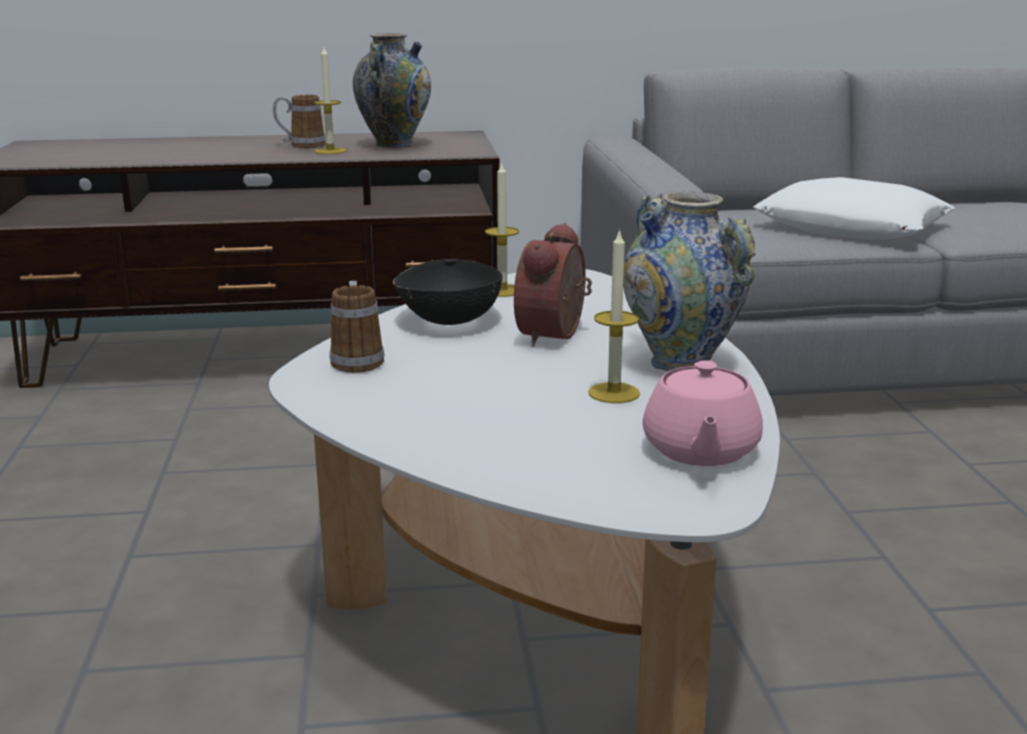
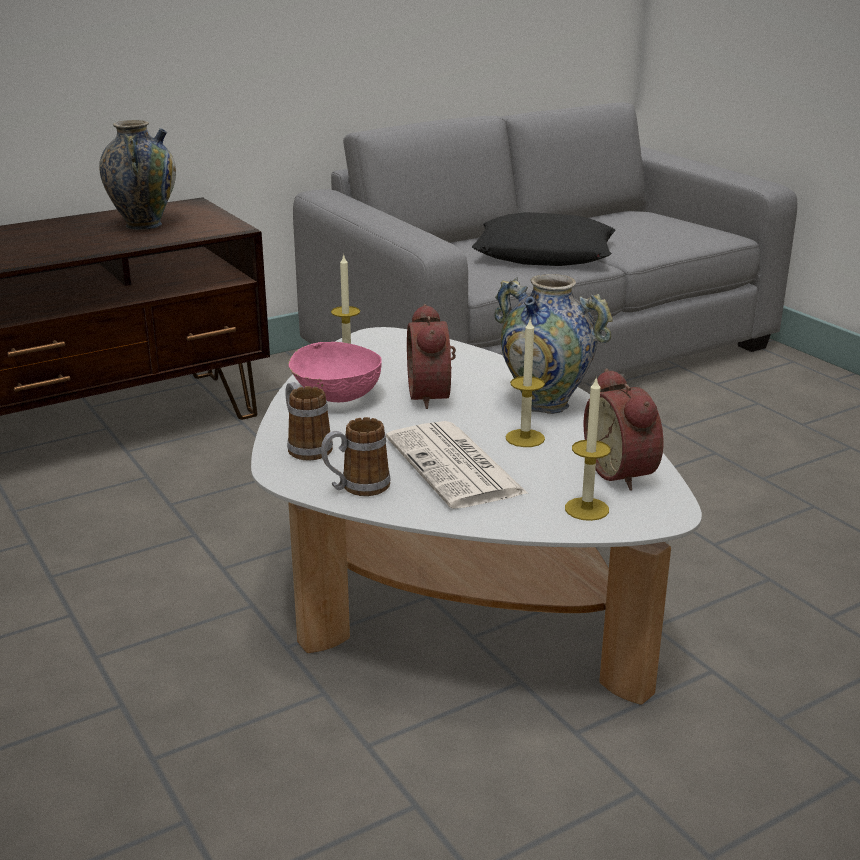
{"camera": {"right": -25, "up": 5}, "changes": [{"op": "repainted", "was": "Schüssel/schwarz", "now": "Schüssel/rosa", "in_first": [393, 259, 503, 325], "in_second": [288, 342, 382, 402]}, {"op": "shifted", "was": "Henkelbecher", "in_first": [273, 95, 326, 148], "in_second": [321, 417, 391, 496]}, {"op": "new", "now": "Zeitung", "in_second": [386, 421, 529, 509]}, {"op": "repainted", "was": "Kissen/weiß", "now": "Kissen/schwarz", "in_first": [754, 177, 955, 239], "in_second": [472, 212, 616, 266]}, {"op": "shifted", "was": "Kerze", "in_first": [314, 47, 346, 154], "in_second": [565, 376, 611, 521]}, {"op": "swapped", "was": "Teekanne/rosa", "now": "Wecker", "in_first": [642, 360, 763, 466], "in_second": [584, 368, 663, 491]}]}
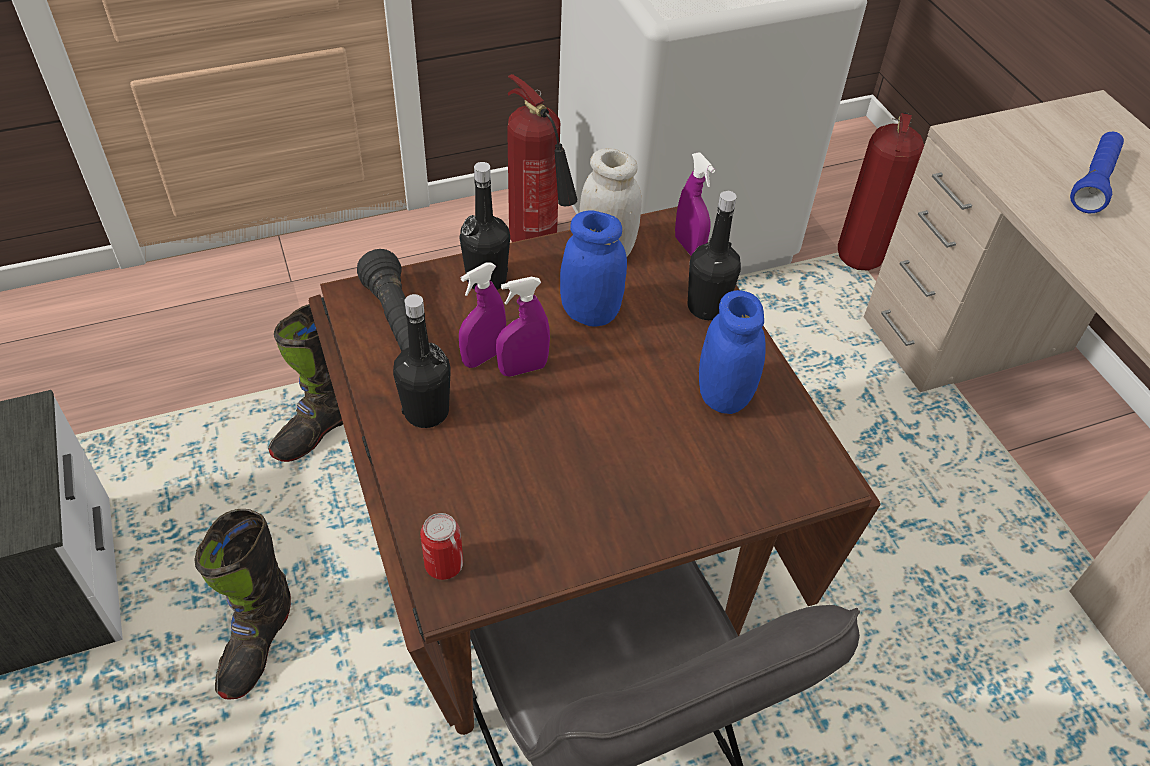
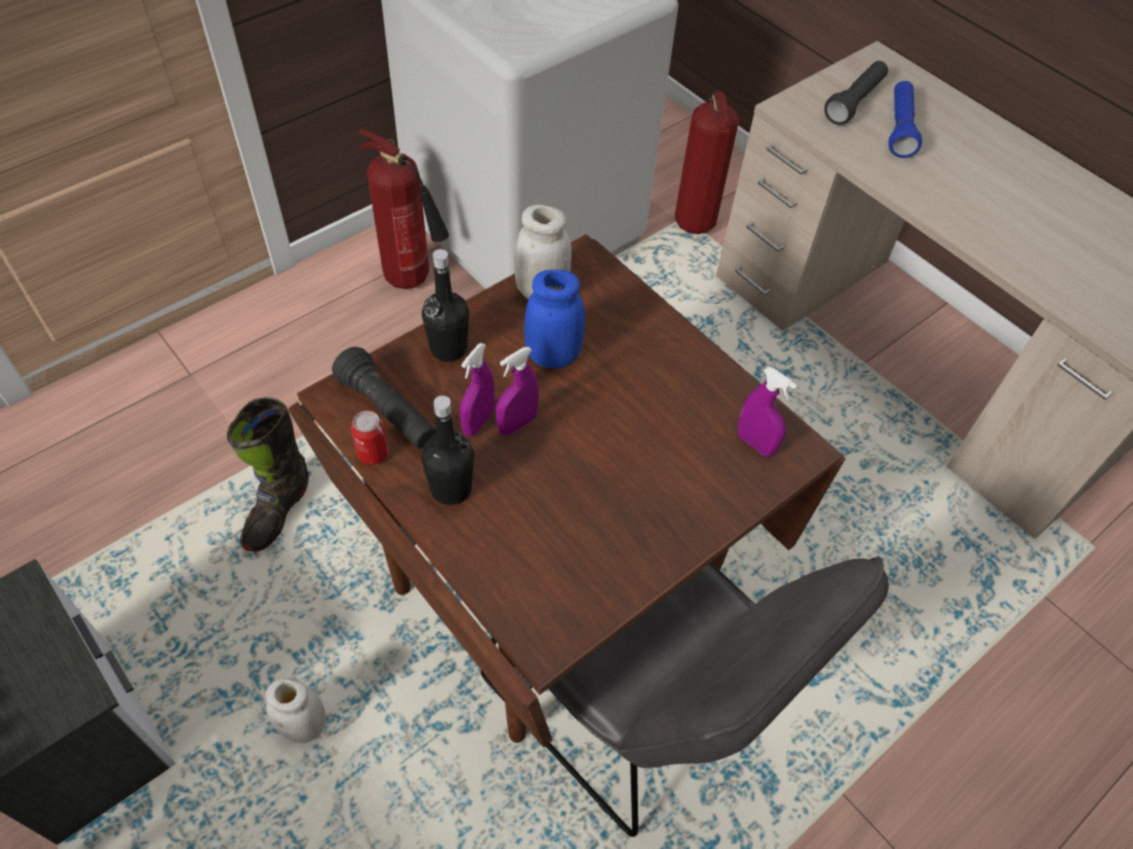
{"camera": {"right": -20, "up": 5}, "changes": [{"op": "swapped", "was": "Stiefel/schwarz", "now": "Vorratsglas/weiß", "in_first": [195, 509, 291, 700], "in_second": [266, 678, 326, 743]}, {"op": "shifted", "was": "Dose", "in_first": [420, 513, 463, 580], "in_second": [351, 411, 388, 465]}, {"op": "shifted", "was": "Sprühflasche/lila", "in_first": [675, 153, 715, 256], "in_second": [737, 367, 797, 456]}, {"op": "new", "now": "Taschenlampe/schwarz", "in_second": [824, 61, 888, 125]}, {"op": "gone", "was": "Flasche/schwarz", "in_first": [688, 191, 741, 320]}, {"op": "gone", "was": "Vorratsglas/blau", "in_first": [699, 290, 766, 414]}]}
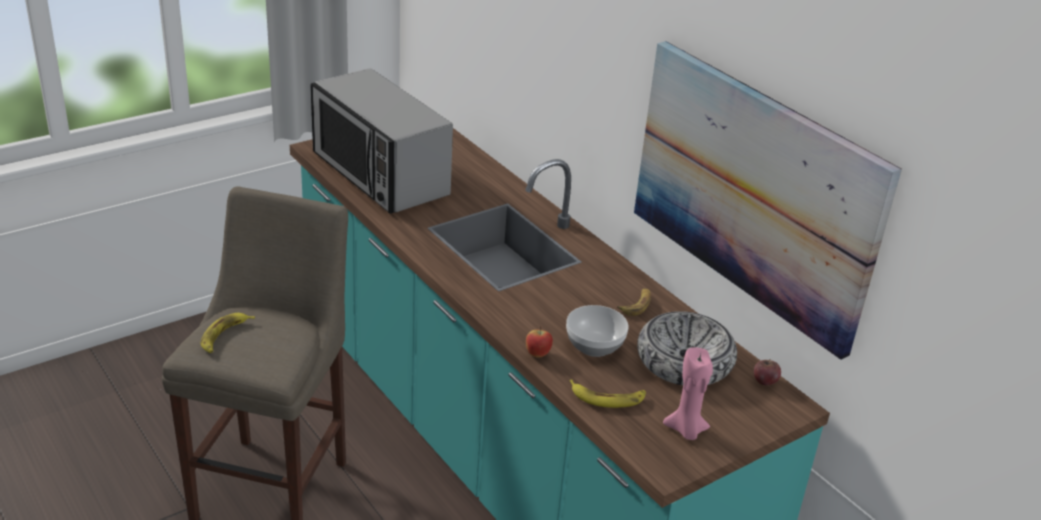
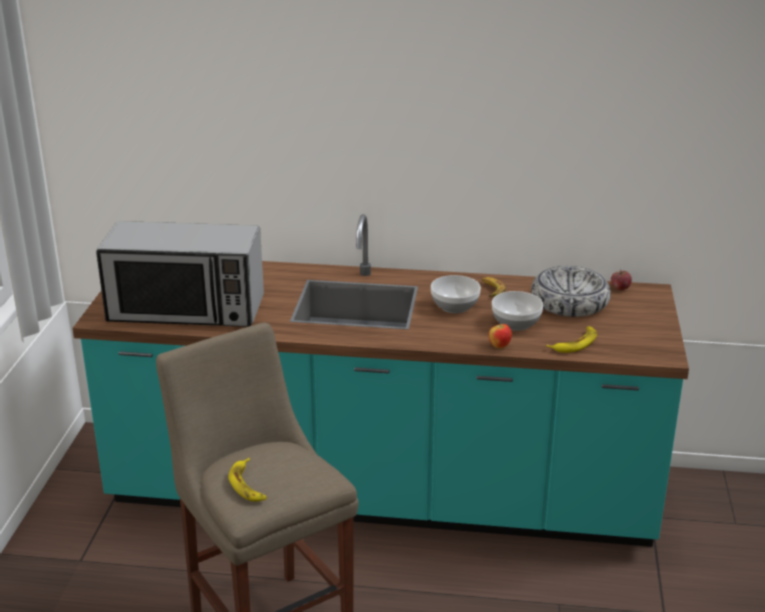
{"camera": {"right": -45, "up": -5}, "changes": [{"op": "new", "now": "Schüssel", "in_second": [431, 275, 481, 313]}, {"op": "gone", "was": "Bild", "in_first": [634, 41, 902, 360]}, {"op": "gone", "was": "Kerze/rosa", "in_first": [663, 347, 713, 440]}]}
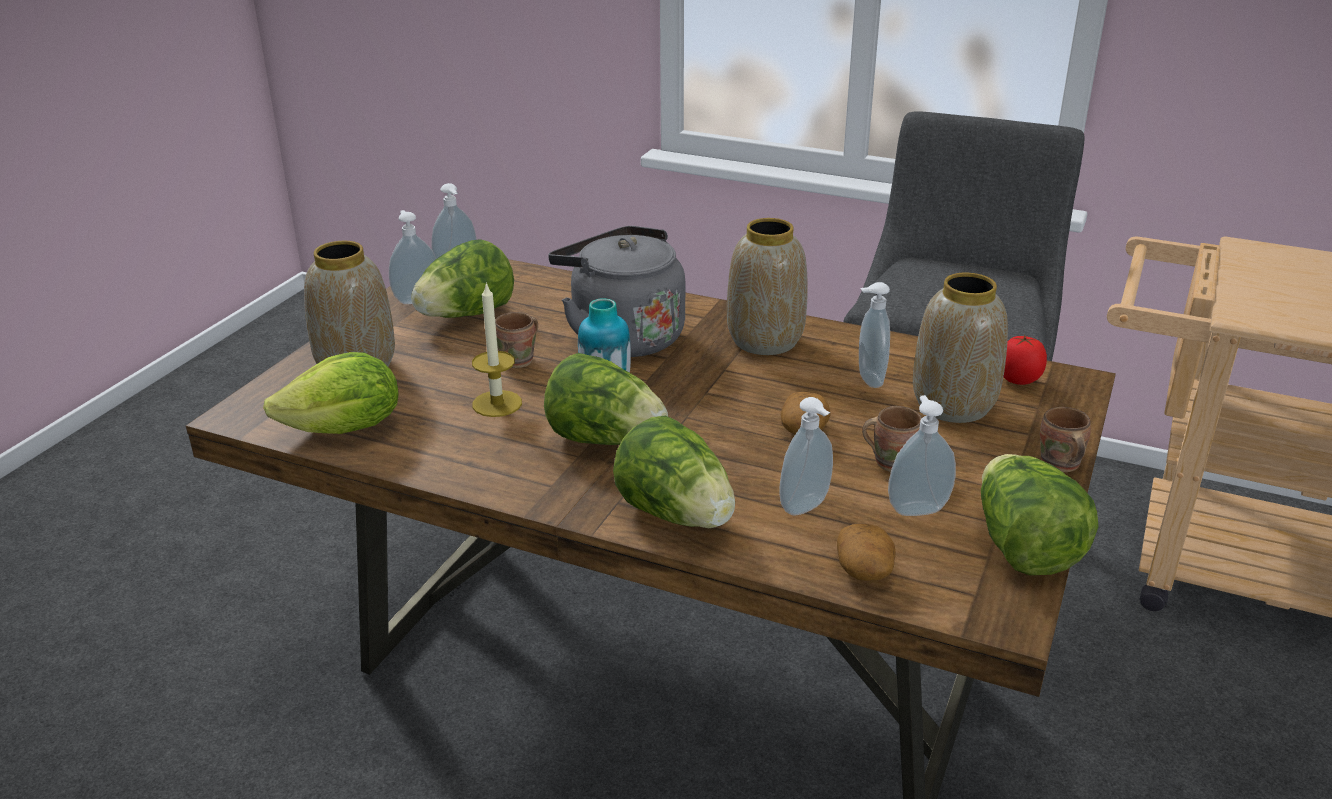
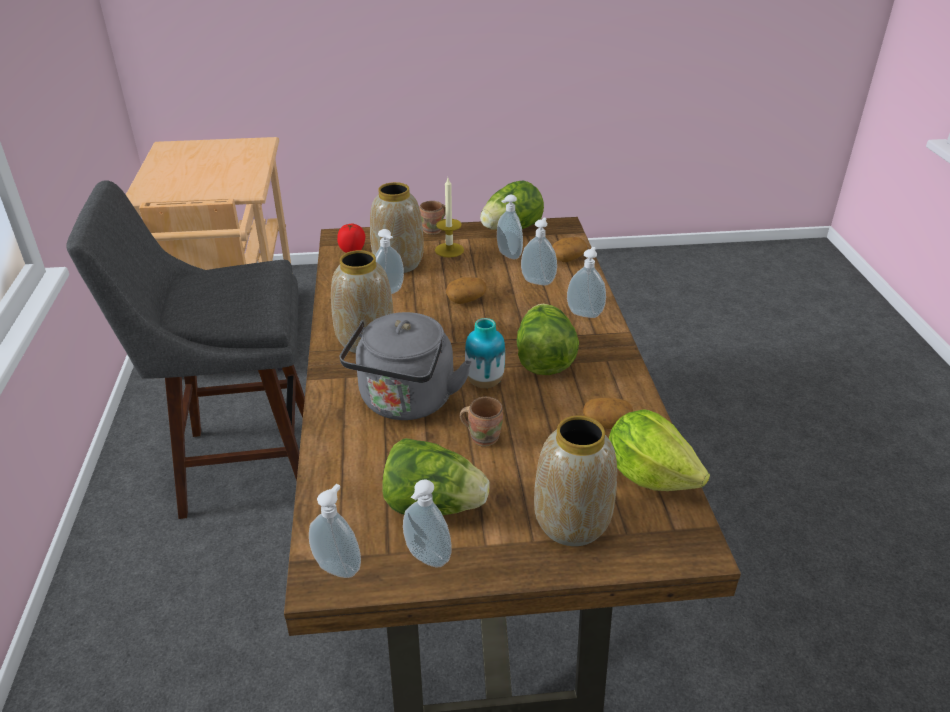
{"camera": {"right": -120, "up": 5}, "changes": [{"op": "shifted", "was": "Kerze", "in_first": [472, 282, 522, 417], "in_second": [435, 178, 464, 258]}, {"op": "swapped", "was": "Salatkopf", "now": "Seifenspender", "in_first": [613, 416, 735, 528], "in_second": [567, 247, 606, 318]}, {"op": "new", "now": "Kartoffel", "in_second": [583, 397, 633, 429]}, {"op": "gone", "was": "Henkelbecher/braun", "in_first": [862, 406, 922, 472]}]}
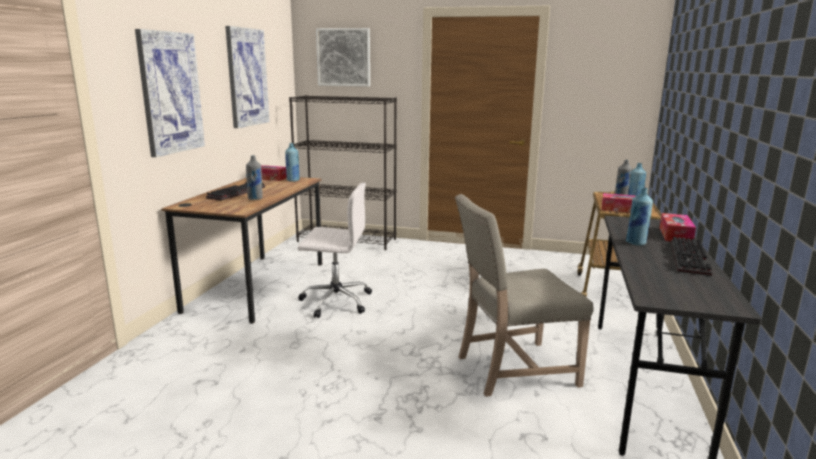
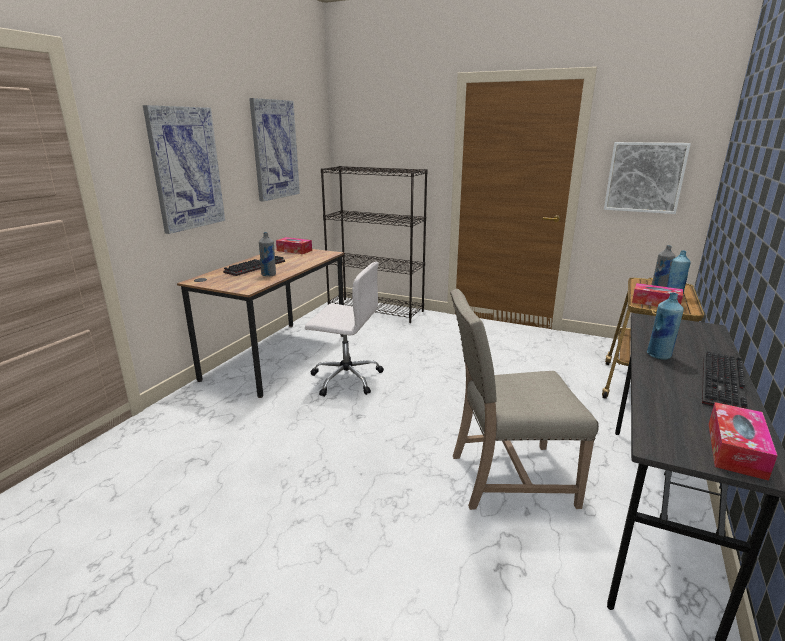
{"camera": {"right": 10, "up": 5}, "changes": [{"op": "shifted", "was": "Bild", "in_first": [316, 28, 370, 87], "in_second": [604, 142, 691, 214]}, {"op": "shifted", "was": "Taschentuchbox", "in_first": [660, 213, 696, 241], "in_second": [709, 402, 778, 481]}, {"op": "gone", "was": "Flasche/blau", "in_first": [285, 143, 300, 182]}]}
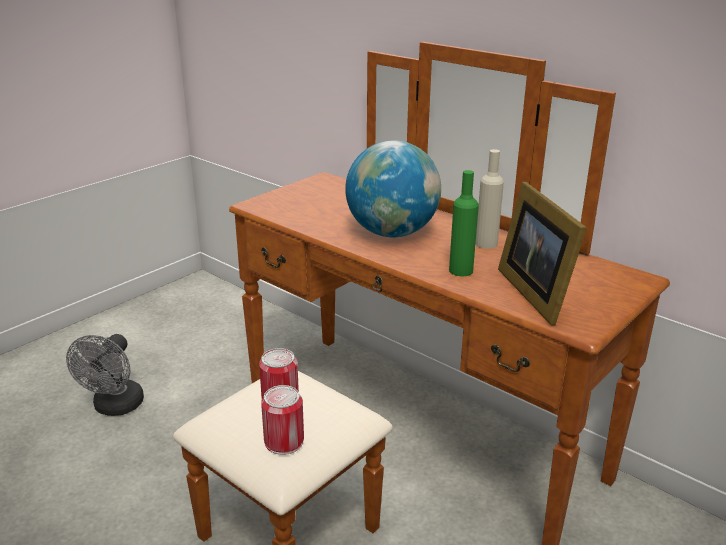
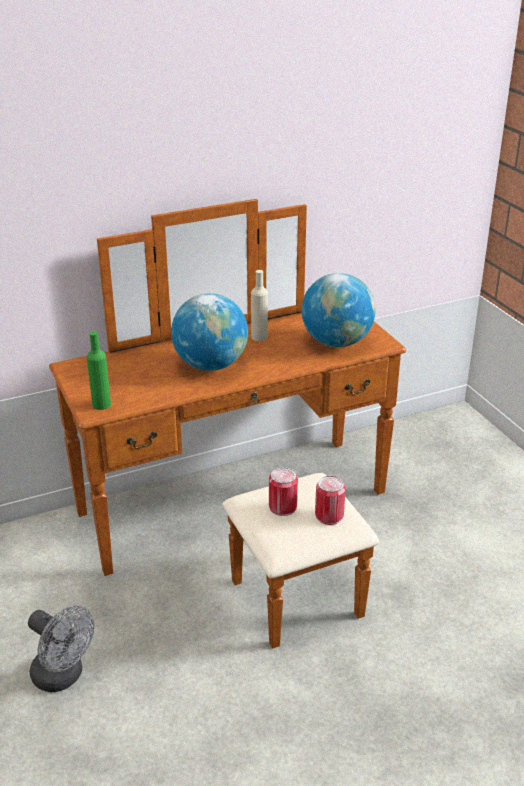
{"camera": {"right": -65, "up": 5}, "changes": [{"op": "shifted", "was": "Flasche/grün", "in_first": [449, 170, 479, 276], "in_second": [87, 331, 111, 410]}, {"op": "swapped", "was": "Bilderrahmen", "now": "Globus", "in_first": [498, 182, 587, 326], "in_second": [302, 273, 376, 347]}]}
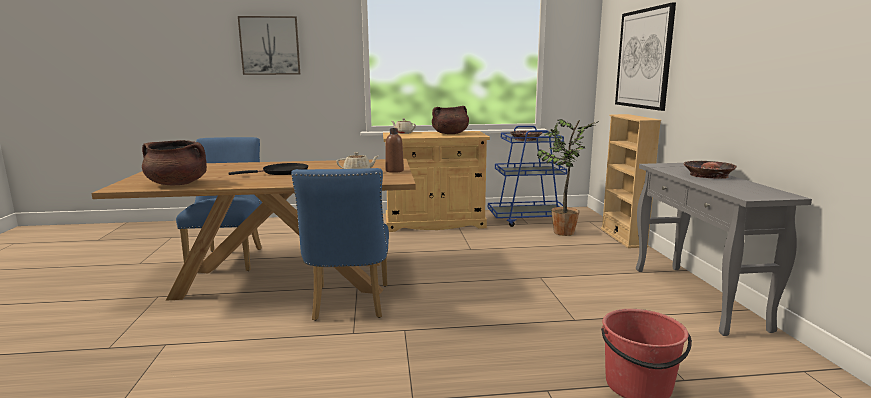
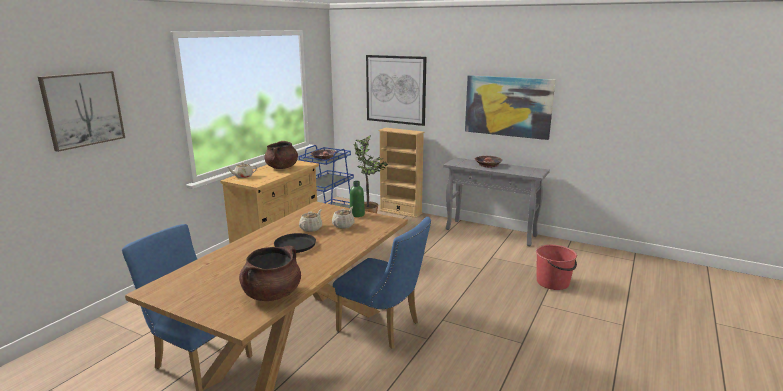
{"camera": {"right": -55, "up": 5}, "changes": [{"op": "new", "now": "Teekanne/beige", "in_second": [299, 209, 322, 232]}, {"op": "repainted", "was": "Flasche/braun", "now": "Flasche/grün", "in_first": [385, 128, 404, 173], "in_second": [350, 181, 365, 217]}, {"op": "new", "now": "Bild", "in_second": [465, 75, 555, 140]}]}
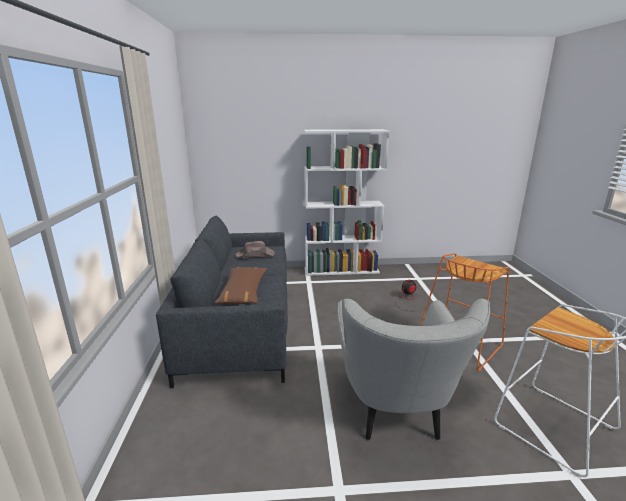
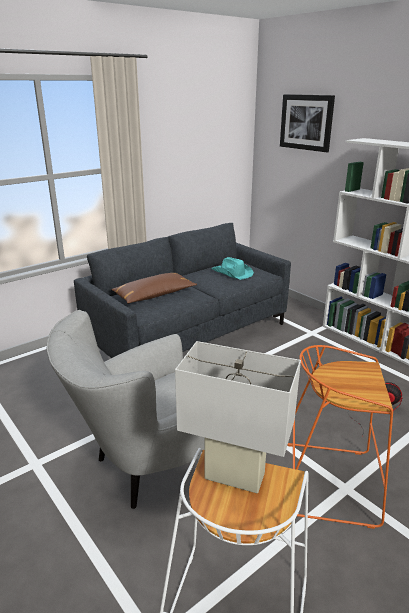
{"camera": {"right": 55, "up": 5}, "changes": [{"op": "new", "now": "Tischlampe/weiß", "in_second": [175, 341, 301, 493]}, {"op": "repainted", "was": "Hut/braun", "now": "Hut/türkis", "in_first": [235, 241, 275, 258], "in_second": [212, 257, 254, 280]}, {"op": "new", "now": "Bild", "in_second": [280, 94, 335, 152]}]}
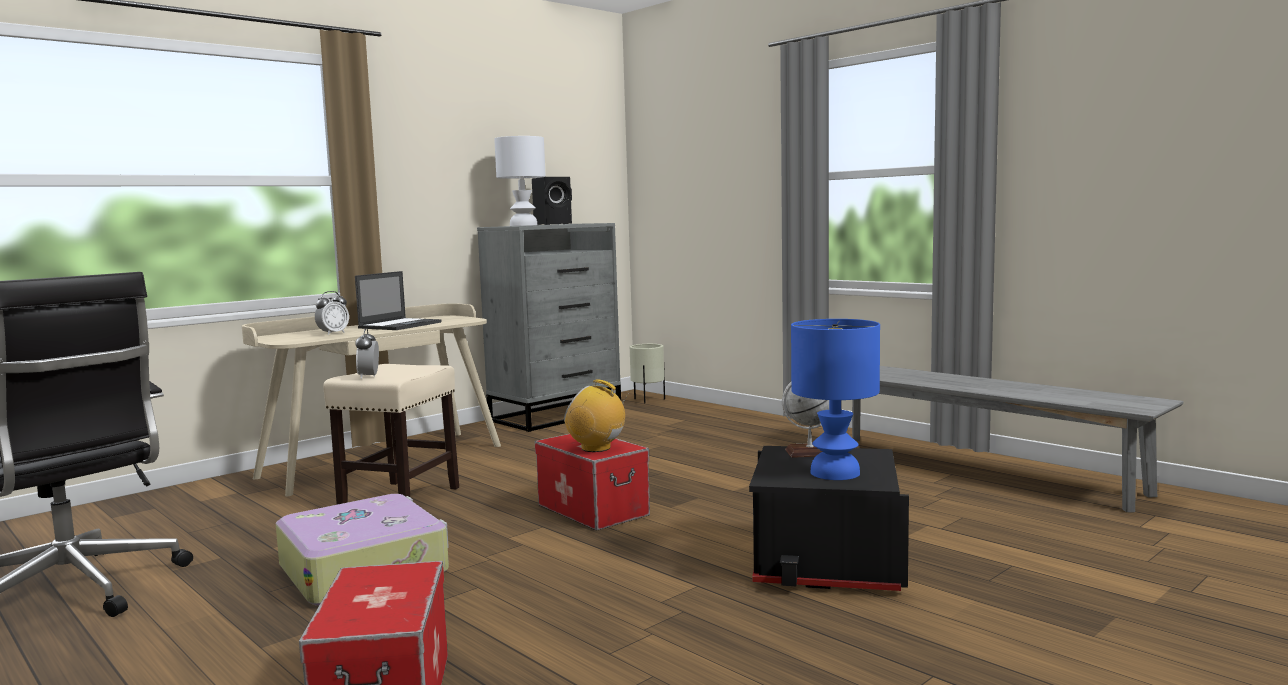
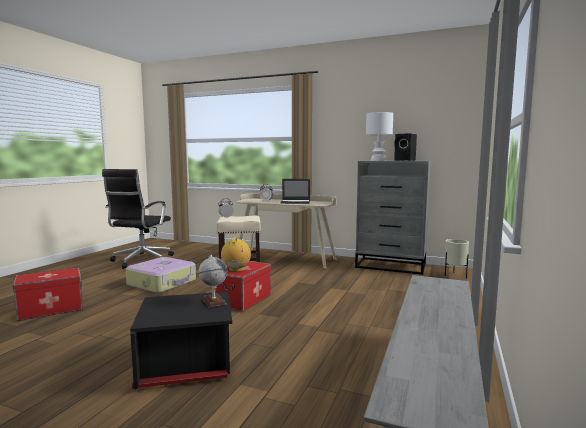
{"camera": {"right": 65, "up": 0}, "changes": [{"op": "gone", "was": "Tischlampe/blau", "in_first": [791, 319, 880, 480]}]}
